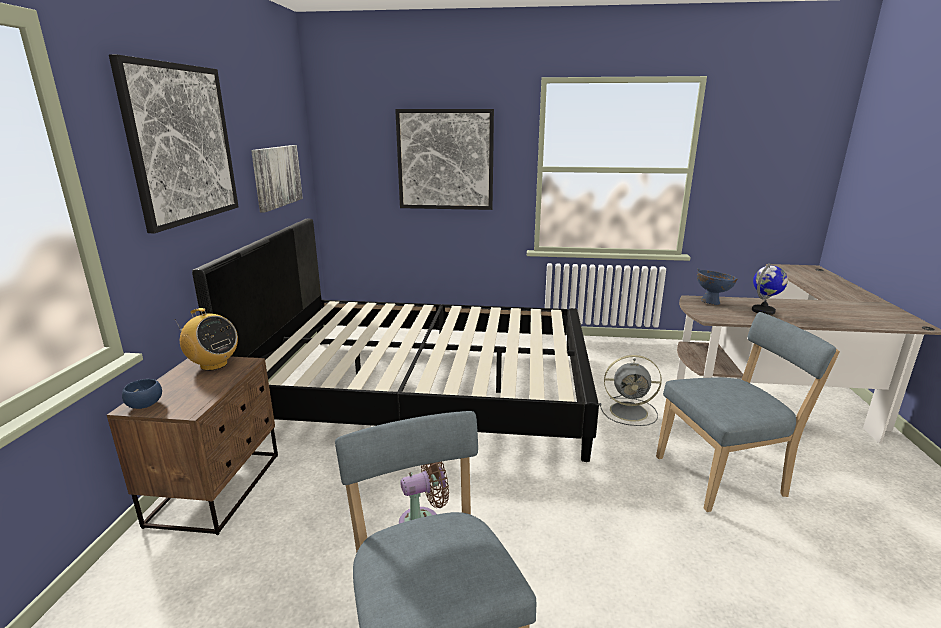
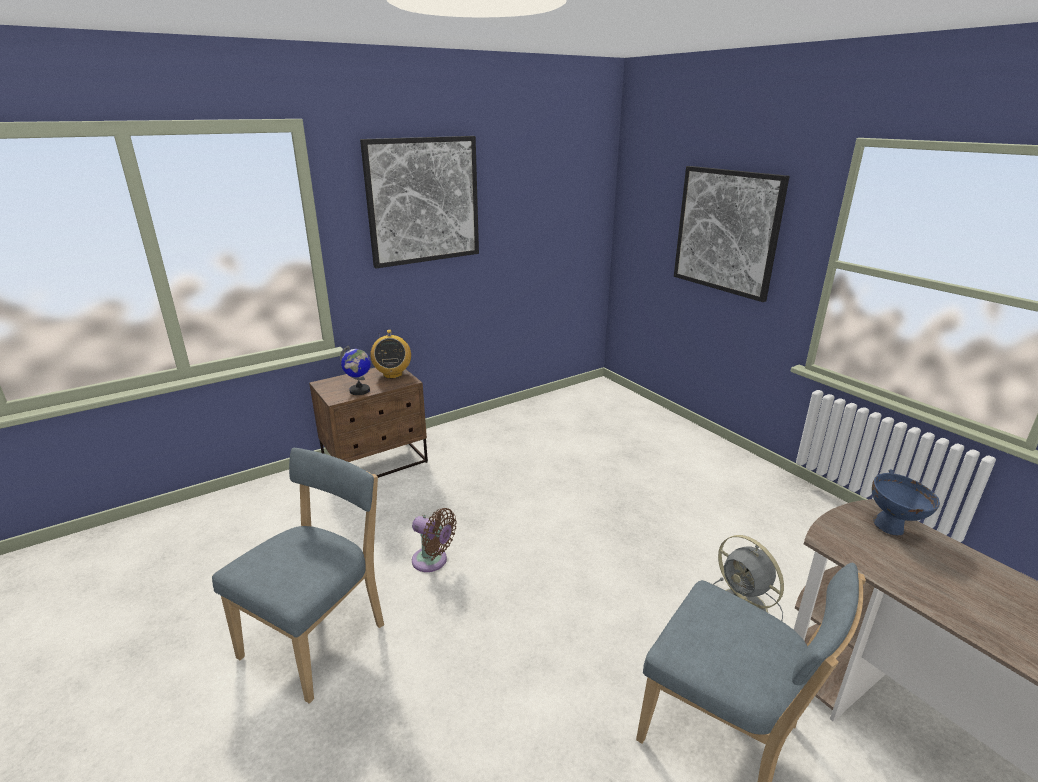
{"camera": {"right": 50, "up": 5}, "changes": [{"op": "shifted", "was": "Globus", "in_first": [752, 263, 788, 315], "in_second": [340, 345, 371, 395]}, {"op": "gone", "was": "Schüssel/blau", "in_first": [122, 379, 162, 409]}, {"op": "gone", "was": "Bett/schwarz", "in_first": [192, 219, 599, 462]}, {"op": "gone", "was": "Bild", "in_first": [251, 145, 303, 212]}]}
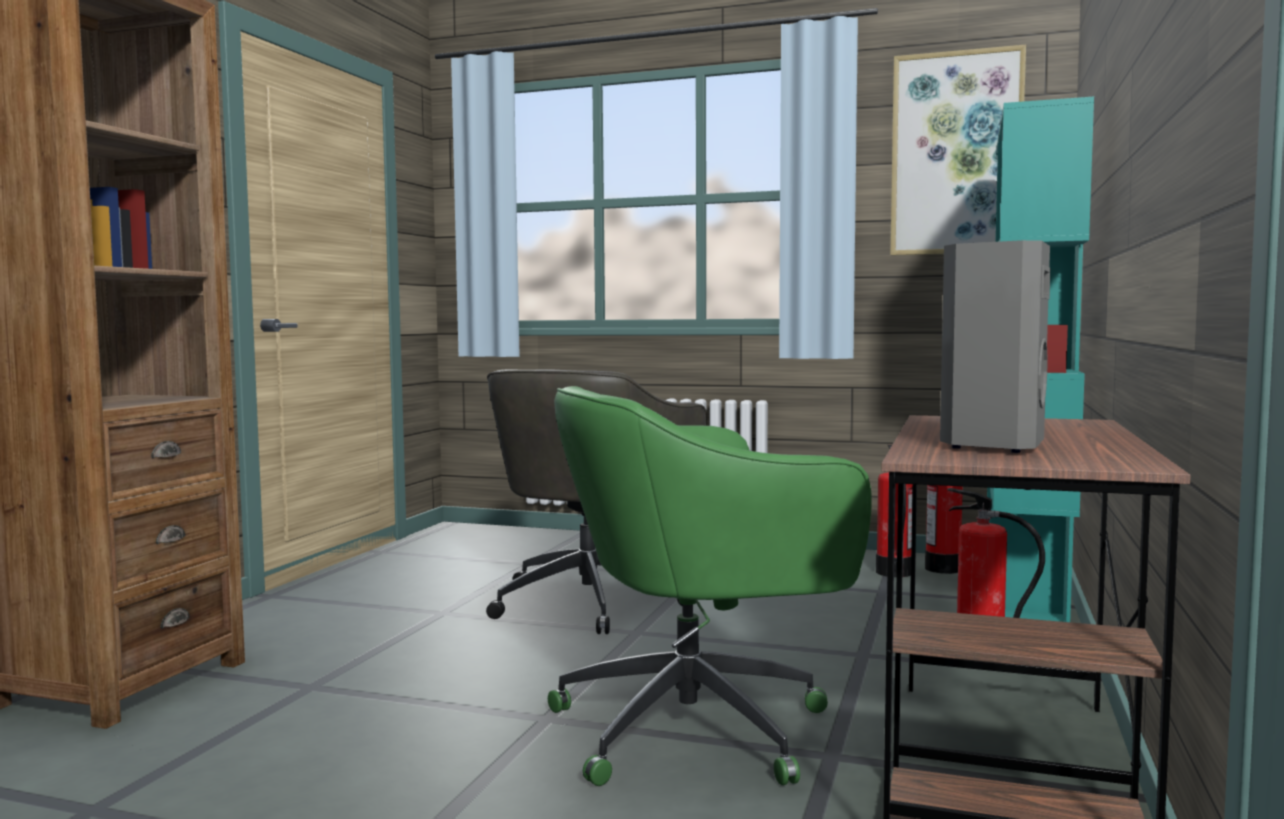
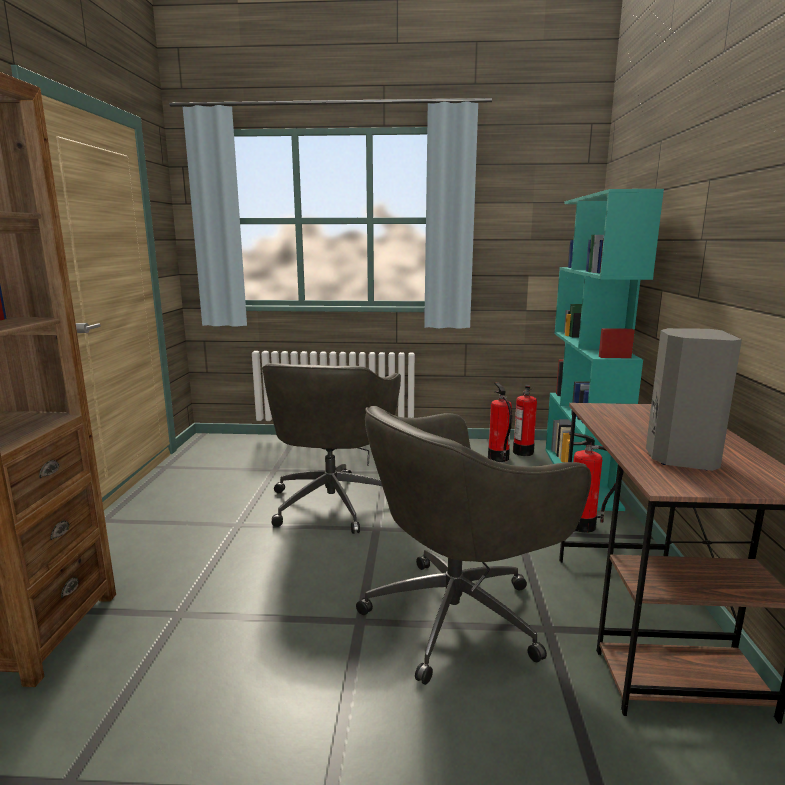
{"camera": {"right": -15, "up": 10}, "changes": [{"op": "repainted", "was": "Bürostuhl/grün", "now": "Bürostuhl/grau", "in_first": [548, 386, 872, 786], "in_second": [356, 406, 591, 685]}, {"op": "gone", "was": "Bild", "in_first": [890, 45, 1026, 256]}]}
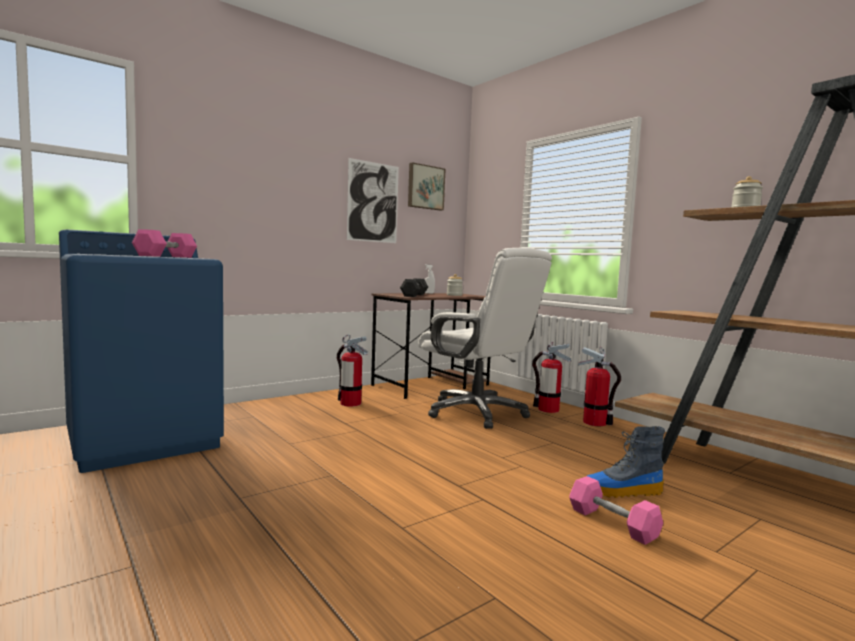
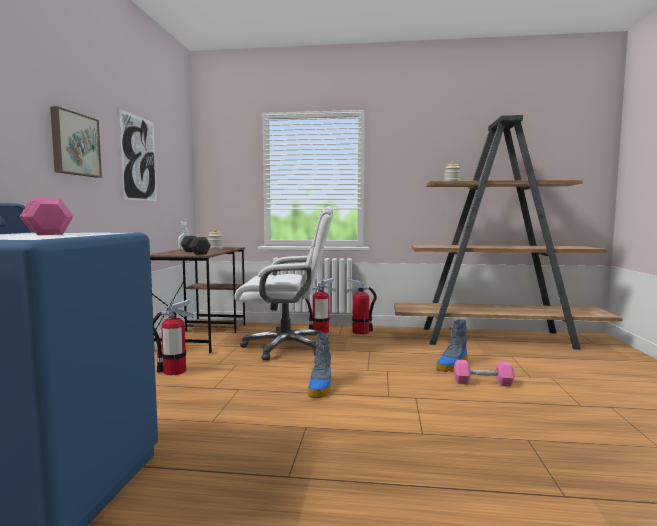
{"camera": {"right": -45, "up": 0}, "changes": [{"op": "shifted", "was": "Bild", "in_first": [408, 162, 445, 211], "in_second": [50, 106, 102, 177]}, {"op": "new", "now": "Stiefel", "in_second": [308, 333, 331, 398]}]}
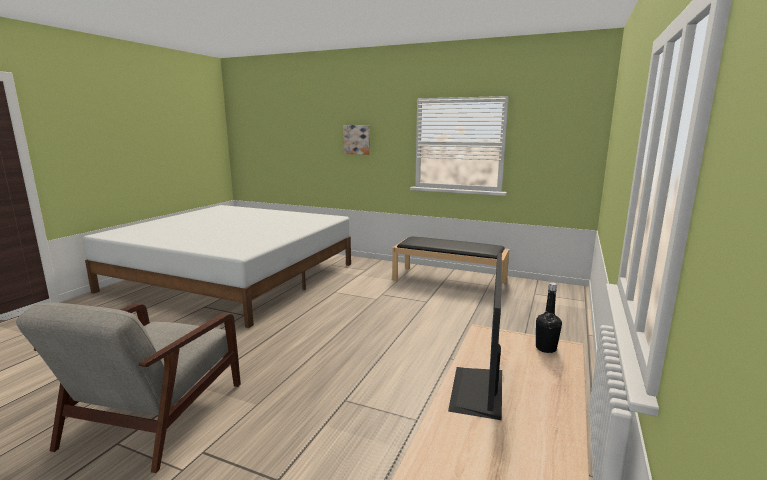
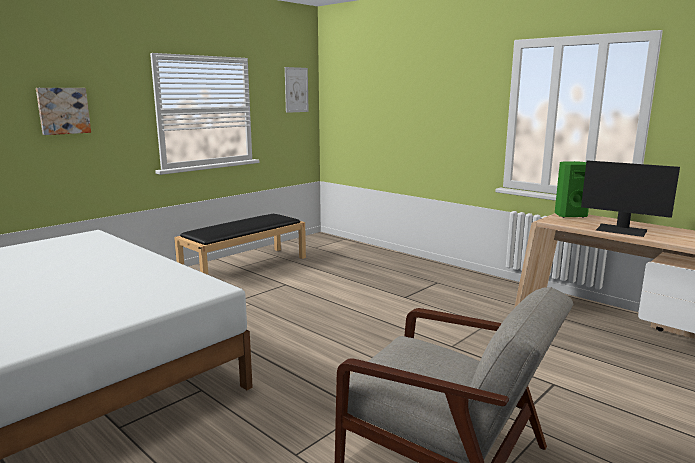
{"camera": {"right": -70, "up": 0}, "changes": [{"op": "new", "now": "Bild", "in_second": [285, 67, 309, 113]}, {"op": "swapped", "was": "Flasche/schwarz", "now": "Lautsprecher/grün", "in_first": [536, 282, 562, 353], "in_second": [555, 161, 589, 218]}]}
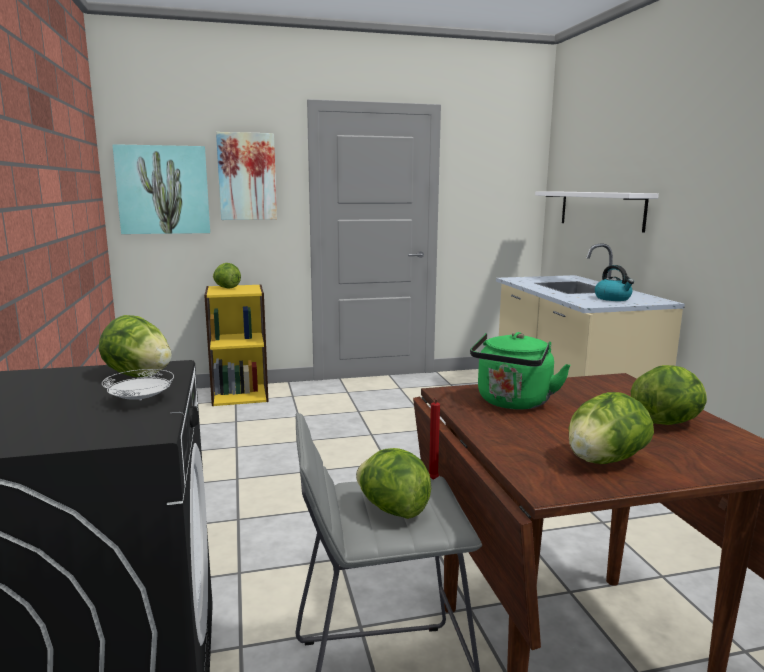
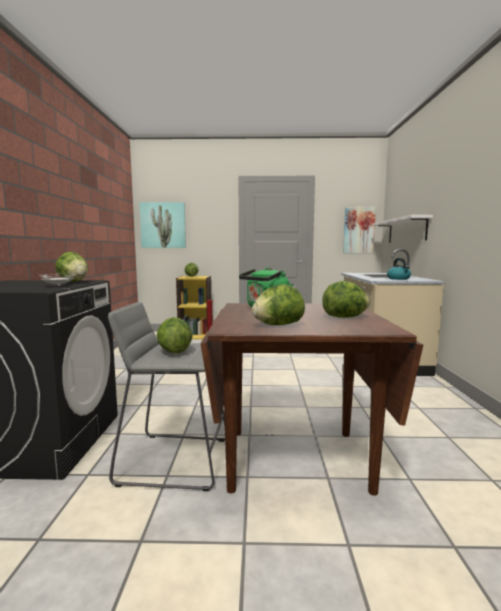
{"camera": {"right": 15, "up": -5}, "changes": [{"op": "shifted", "was": "Bild", "in_first": [216, 132, 277, 220], "in_second": [343, 207, 376, 253]}]}
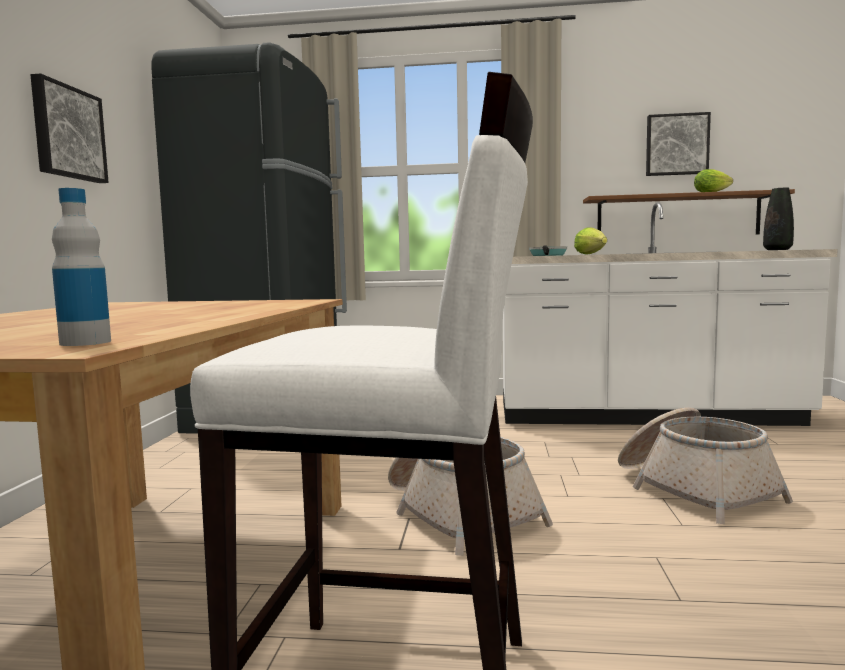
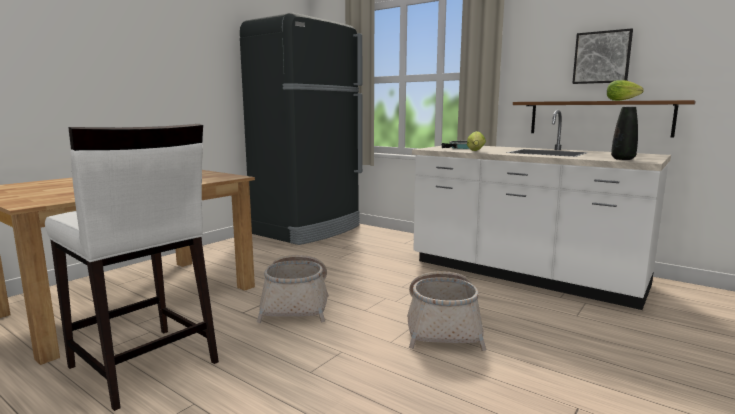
{"camera": {"right": 30, "up": 5}, "changes": [{"op": "gone", "was": "Bild", "in_first": [30, 74, 109, 183]}, {"op": "gone", "was": "Flasche", "in_first": [52, 188, 111, 346]}]}
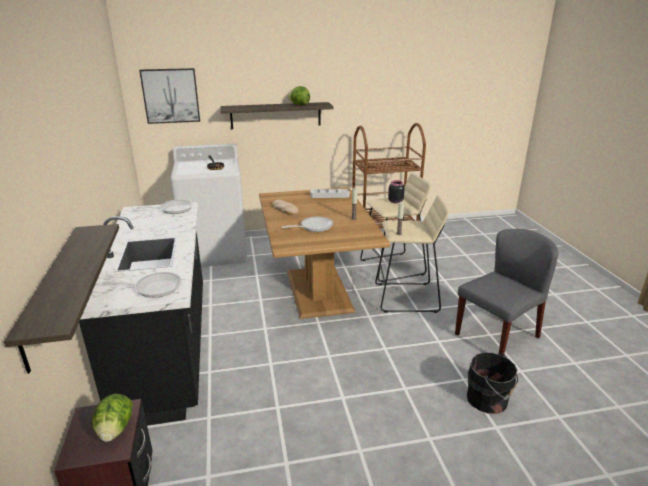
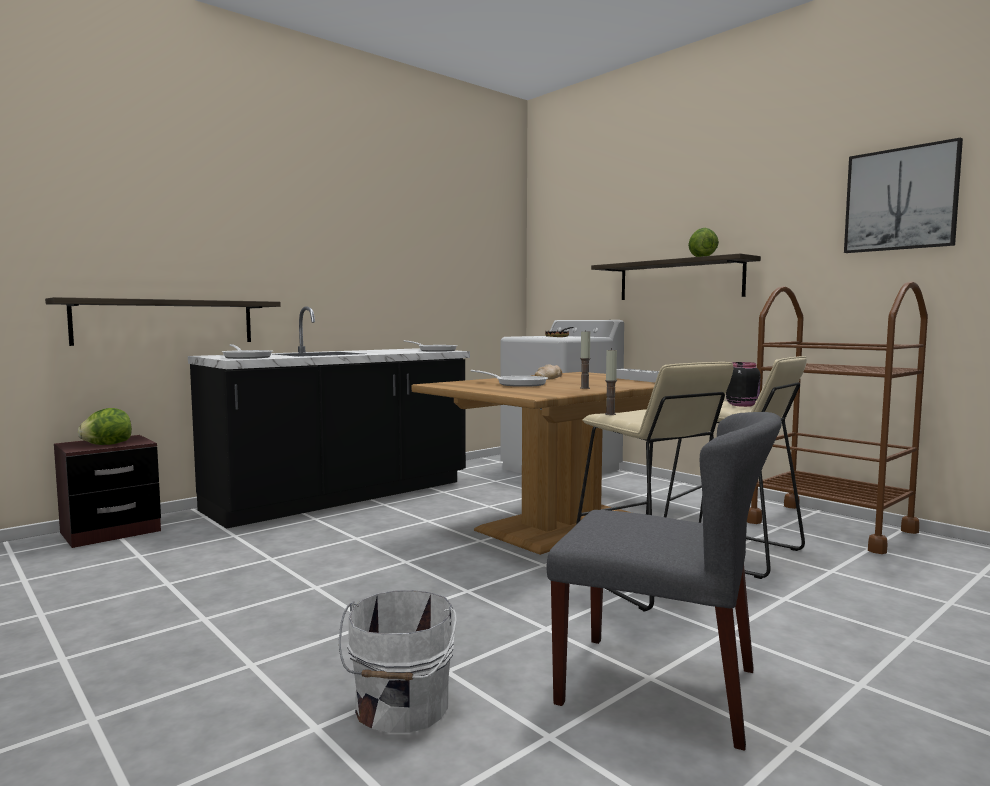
{"camera": {"right": 60, "up": -20}, "changes": [{"op": "repainted", "was": "Eimer/schwarz", "now": "Eimer/weiß", "in_first": [467, 352, 518, 414], "in_second": [339, 590, 457, 733]}, {"op": "shifted", "was": "Bild", "in_first": [139, 68, 200, 124], "in_second": [844, 138, 963, 253]}]}
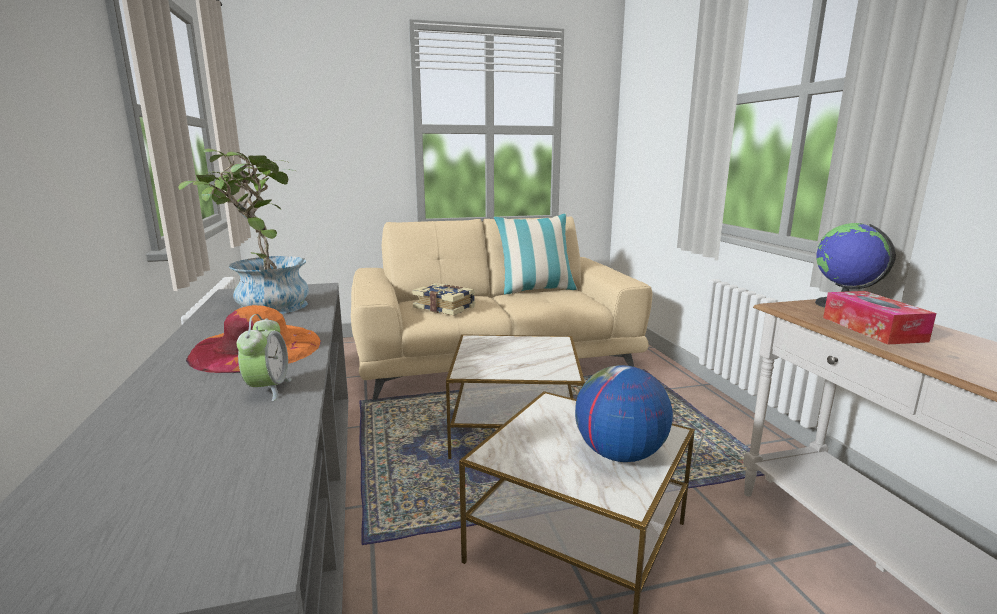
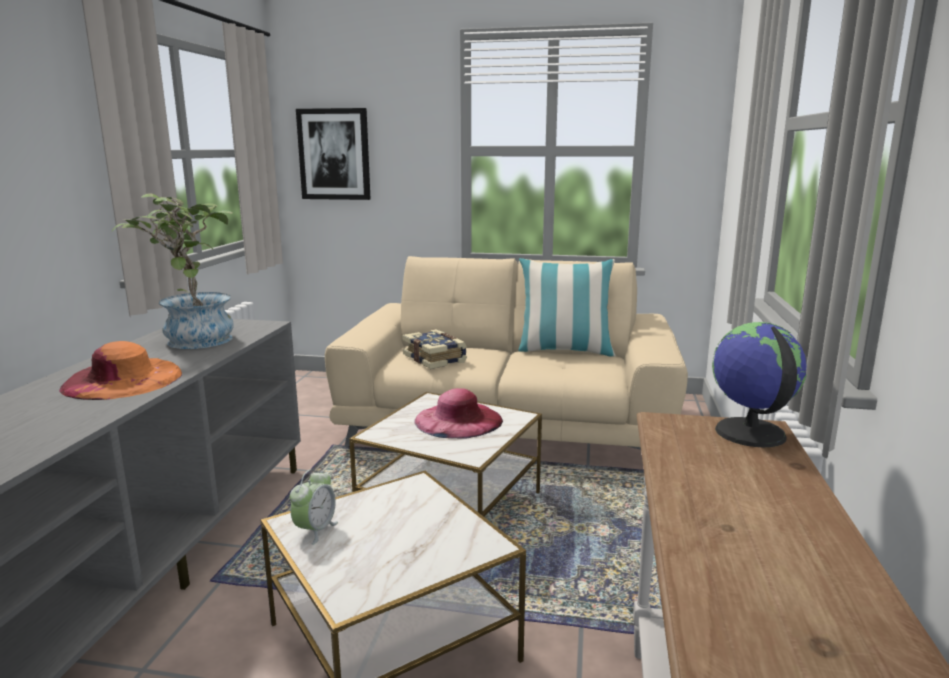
{"camera": {"right": 25, "up": 0}, "changes": [{"op": "shifted", "was": "Wecker", "in_first": [237, 314, 292, 401], "in_second": [290, 469, 338, 545]}, {"op": "new", "now": "Bild", "in_second": [296, 108, 371, 200]}, {"op": "new", "now": "Hut/rosa", "in_second": [414, 388, 503, 438]}, {"op": "gone", "was": "Globus", "in_first": [575, 365, 673, 462]}, {"op": "gone", "was": "Taschentuchbox", "in_first": [823, 291, 936, 344]}]}
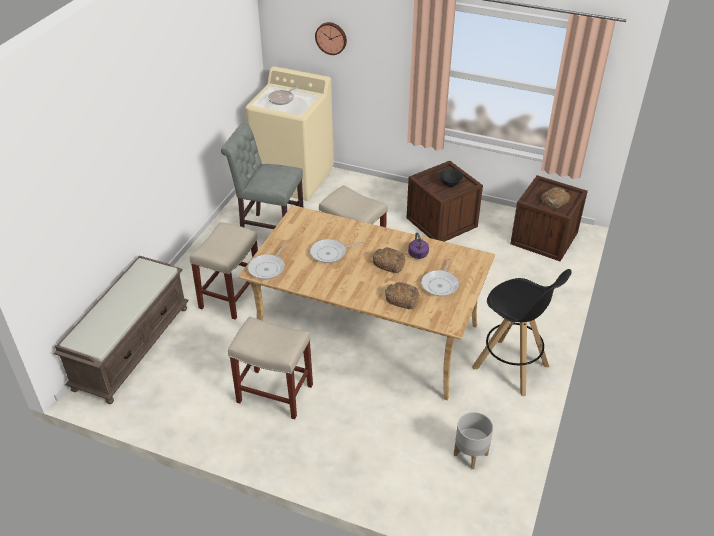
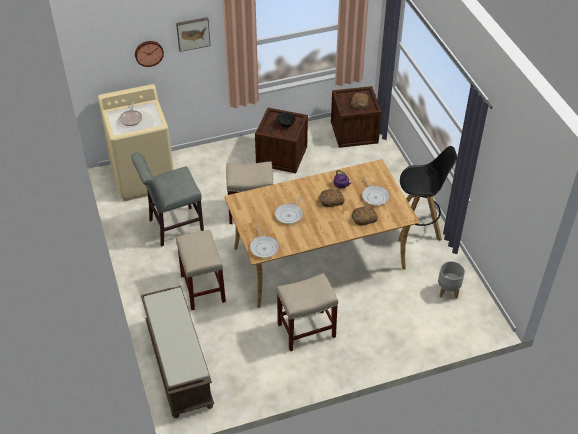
{"camera": {"right": -40, "up": 5}, "changes": [{"op": "new", "now": "Bild", "in_second": [176, 17, 211, 52]}]}
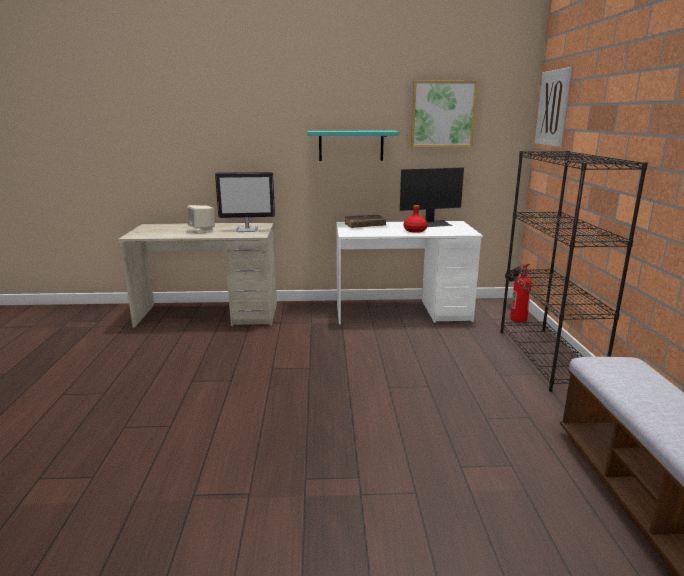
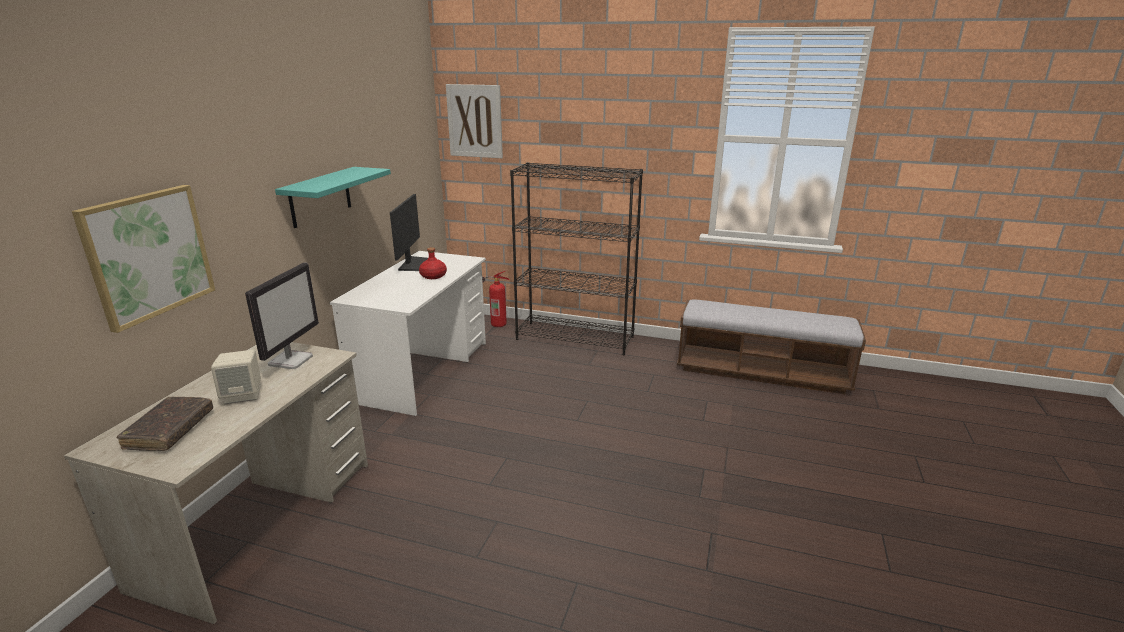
{"camera": {"right": -70, "up": 5}, "changes": [{"op": "shifted", "was": "Bild", "in_first": [411, 80, 478, 147], "in_second": [72, 185, 215, 333]}, {"op": "shifted", "was": "Buch/braun", "in_first": [345, 214, 386, 228], "in_second": [116, 397, 213, 451]}]}
